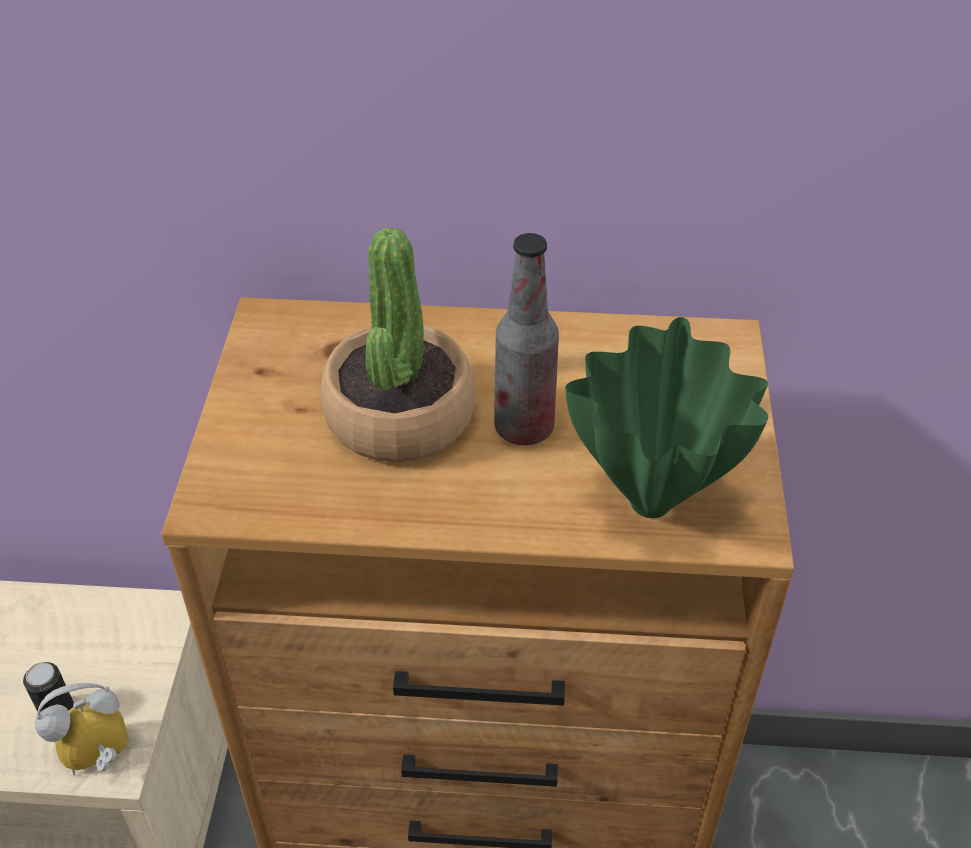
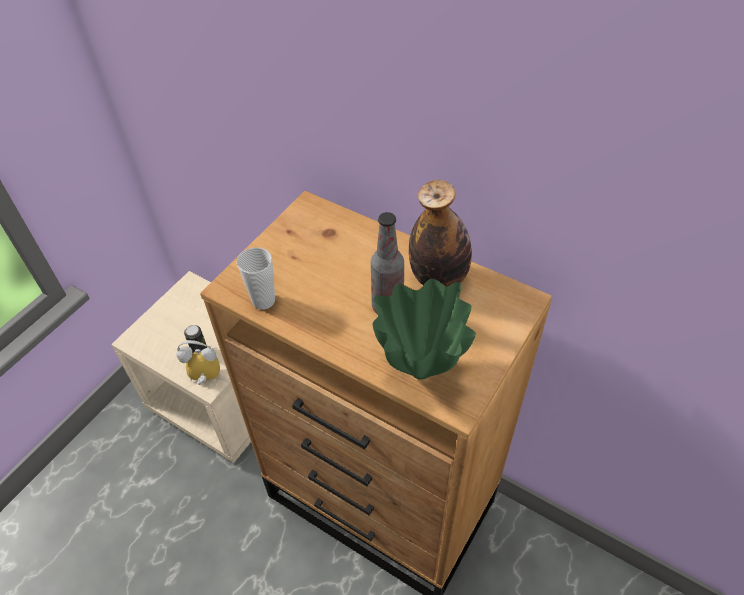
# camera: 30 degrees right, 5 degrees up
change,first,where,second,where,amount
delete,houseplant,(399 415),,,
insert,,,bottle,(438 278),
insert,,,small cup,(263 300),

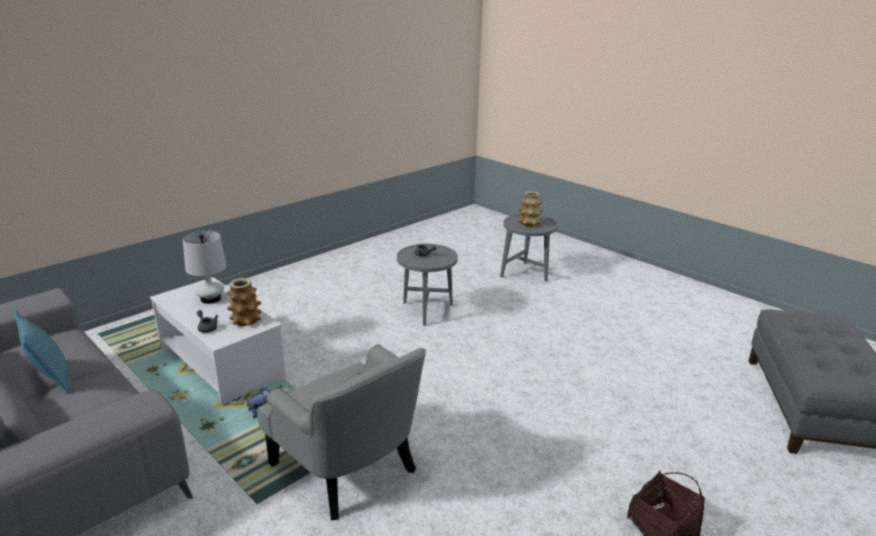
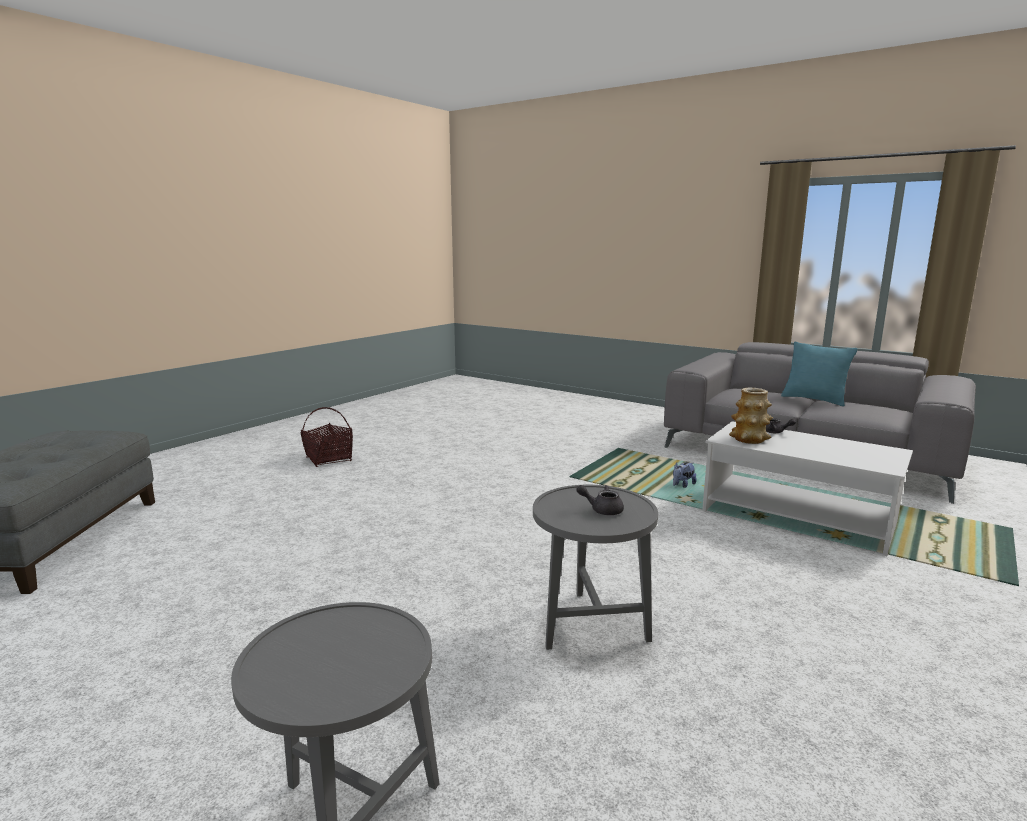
# camera: 170 degrees right, 10 degrees down
change,first,where,second,where,amount
delete,flower vase,(529 224),,,
delete,white table lamp,(210 299),,,
delete,greyish lounge chair,(347 467),,,

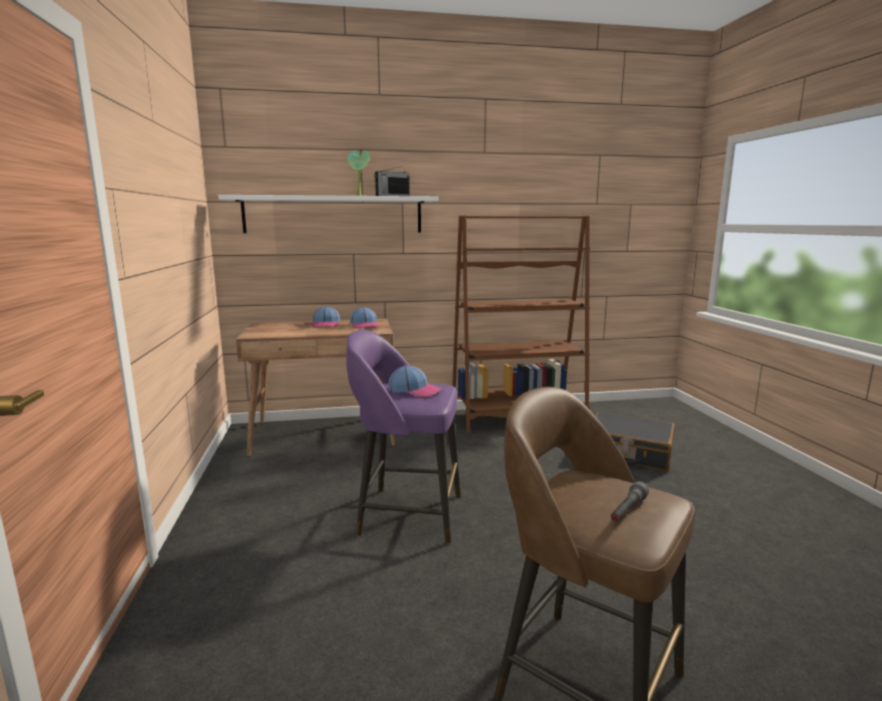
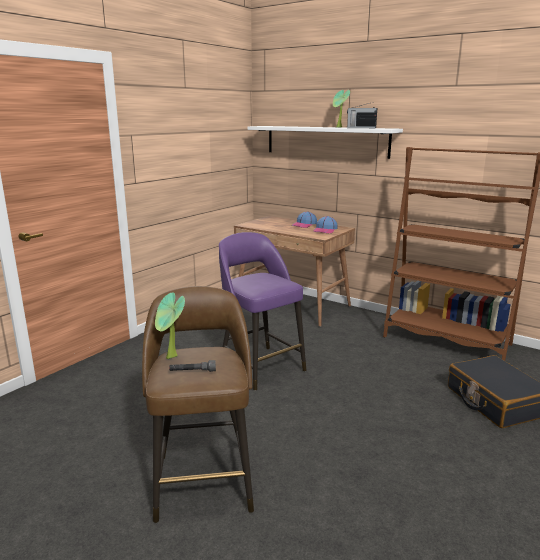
# camera: 45 degrees right, 5 degrees up
change,first,where,second,where,amount
delete,peaked cap,(415 390),,,
insert,,,houseplant,(171 358),

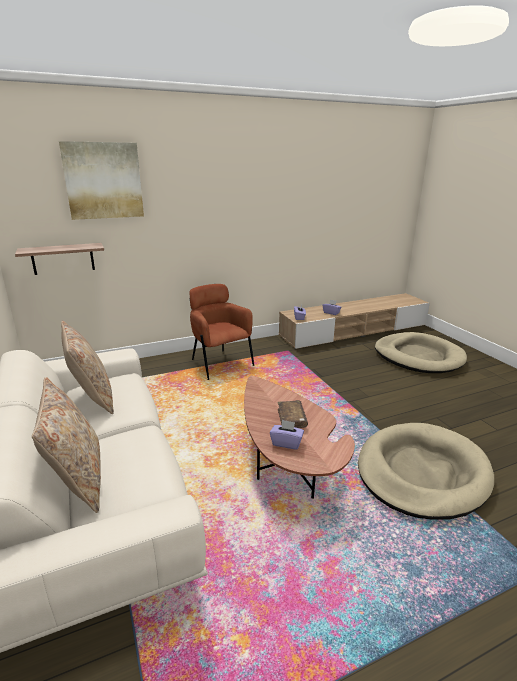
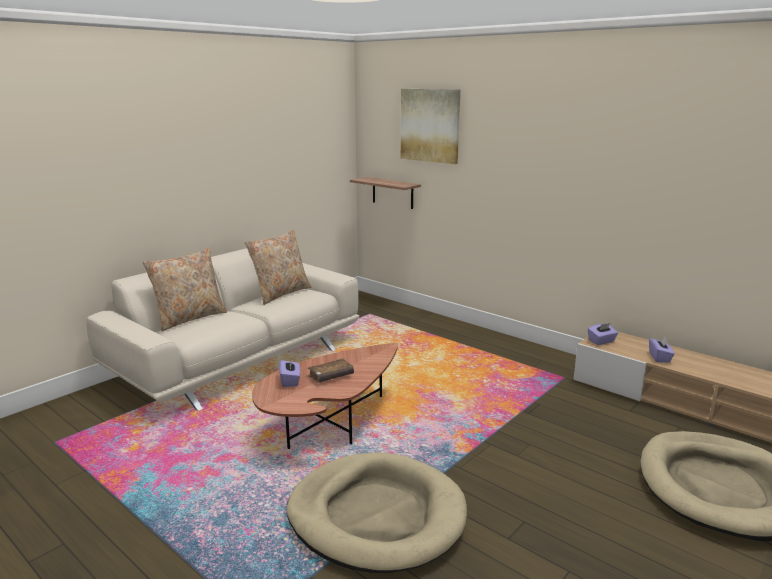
# camera: 65 degrees right, 5 degrees down
change,first,where,second,where,amount
delete,brownish lounge chair,(219 363),,,

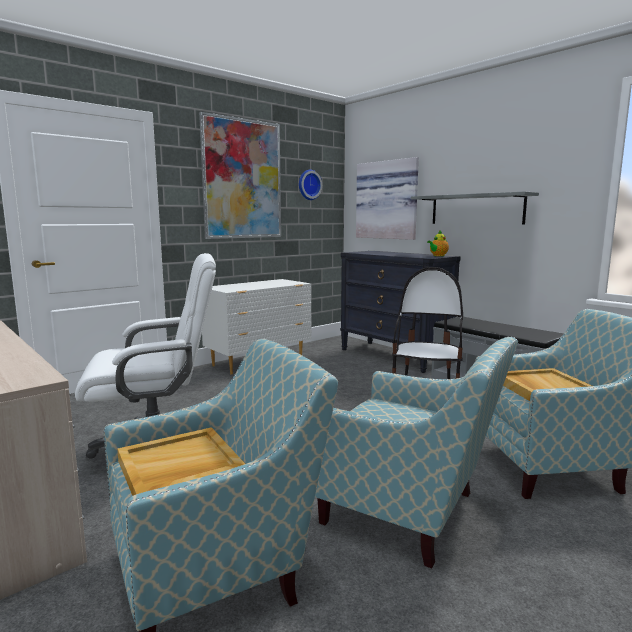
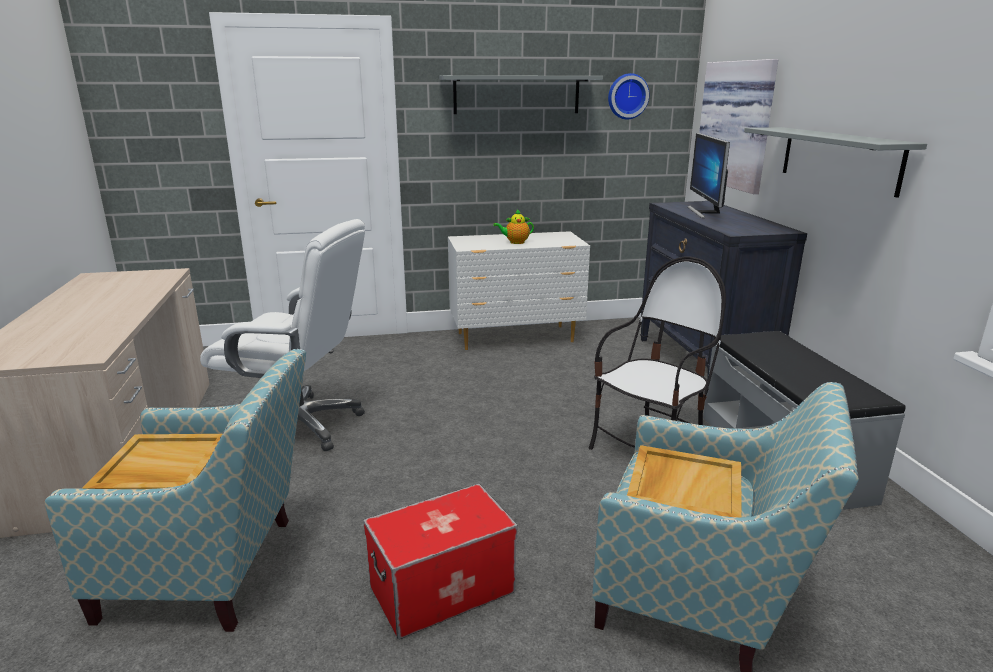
# camera: 30 degrees right, 10 degrees up
change,first,where,second,where,amount
replace,wall art,(242 179),greyish shelf,(516 94),
move,teapot,(437 256),,(515 242),
replace,lounge chair,(413 513),storage bin,(442 590),
insert,,,monitor,(705 212),

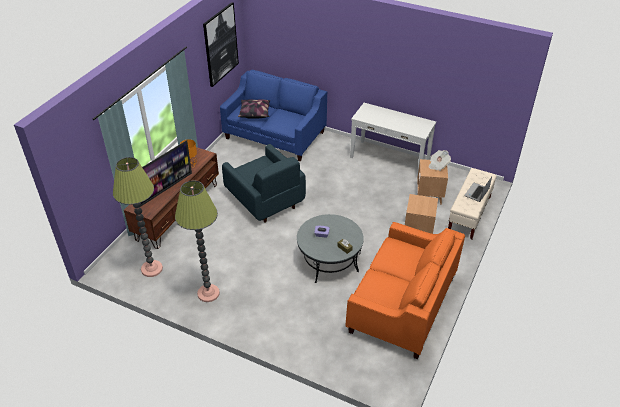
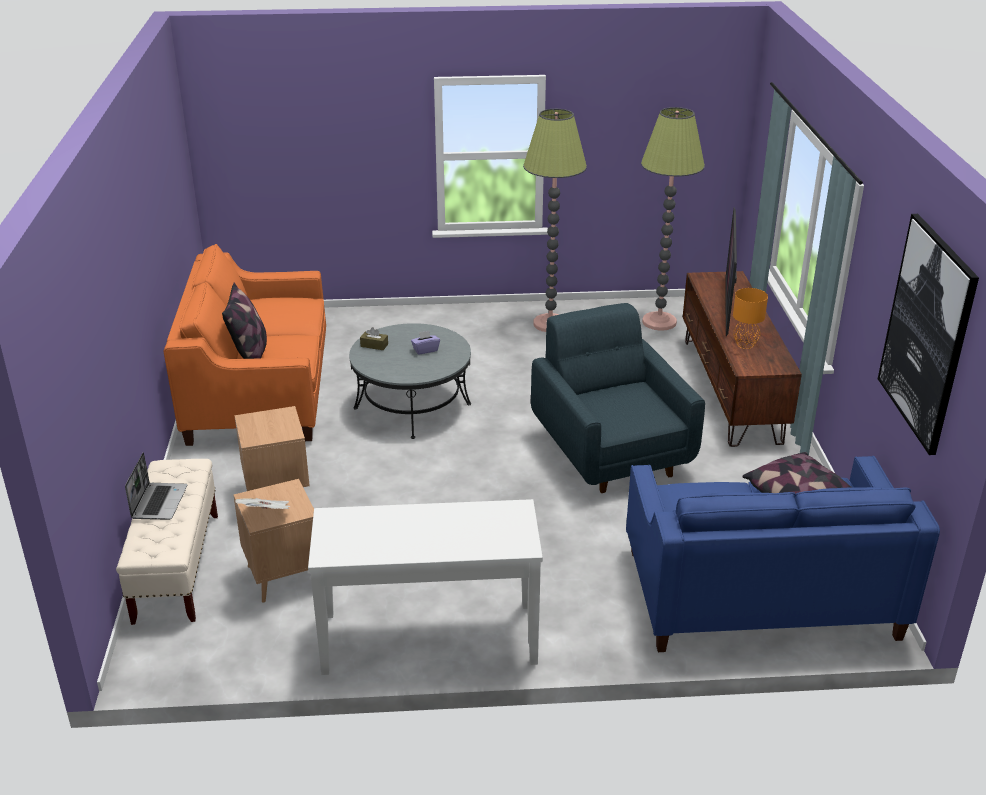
# camera: 150 degrees right, 10 degrees down
change,first,where,second,where,amount
rotate,blue-coloured lounge chair,(265 201),,(610 452),45 degrees clockwise
insert,,,pillow,(250 354),

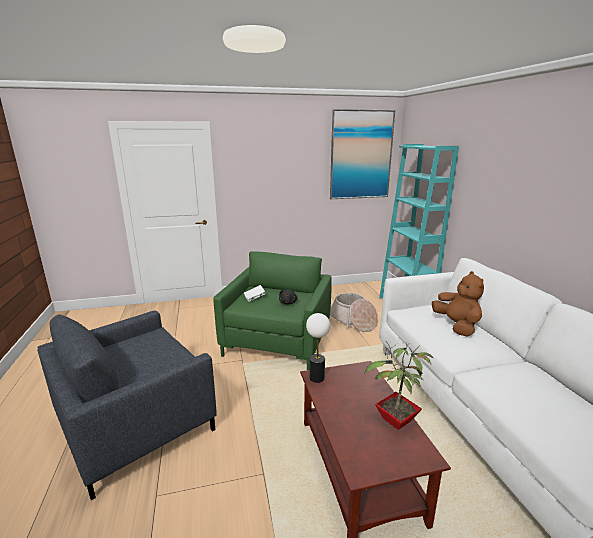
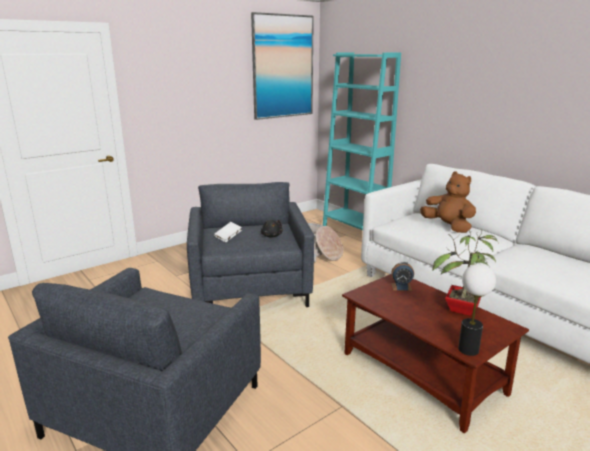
# camera: 25 degrees left, 0 degrees up
change,first,where,second,where,amount
recolor,green lounge chair,(278 341),greyish lounge chair,(250 288),
move,table lamp,(316 378),,(468 350),
insert,,,alarm clock,(401 287),

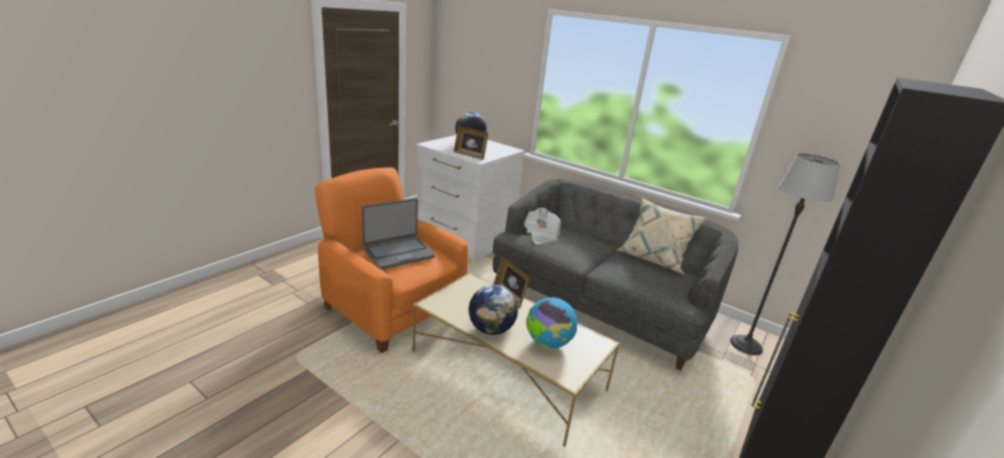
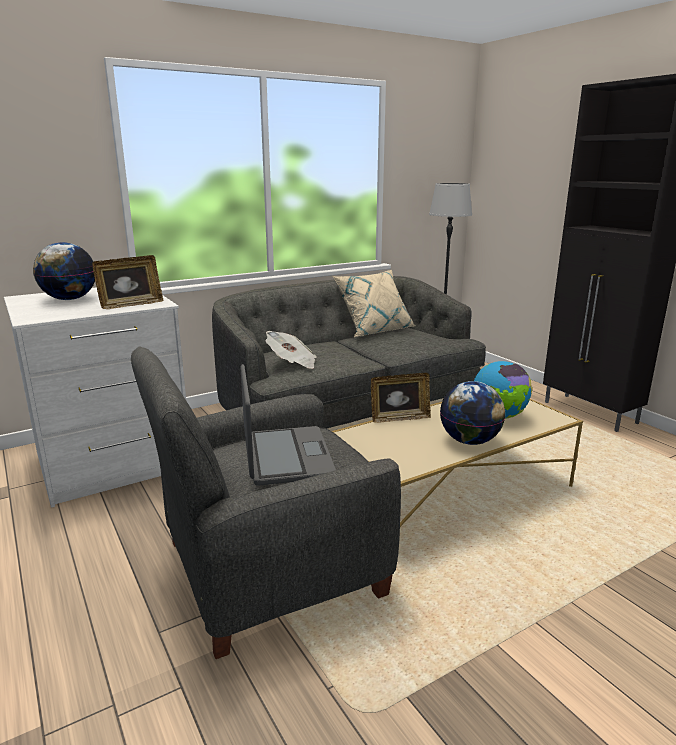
# camera: 65 degrees left, 5 degrees down
change,first,where,second,where,amount
recolor,orangey lounge chair,(392 308),greyish lounge chair,(270 568),

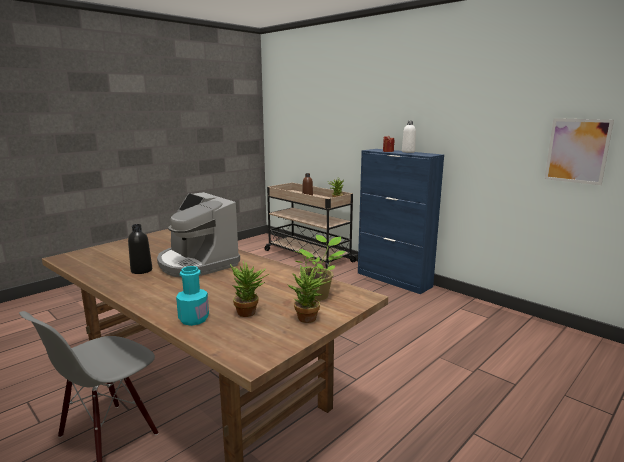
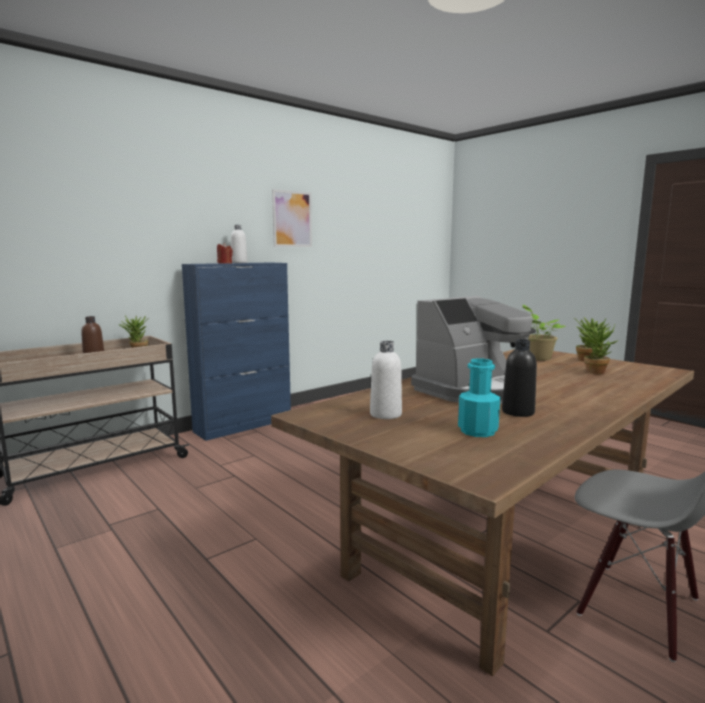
# camera: 85 degrees left, 5 degrees down
change,first,where,second,where,amount
move,wall art,(577 151),,(292 219),
move,turquoise bottle,(194 319),,(477 431),
insert,,,white bottle,(385 414),

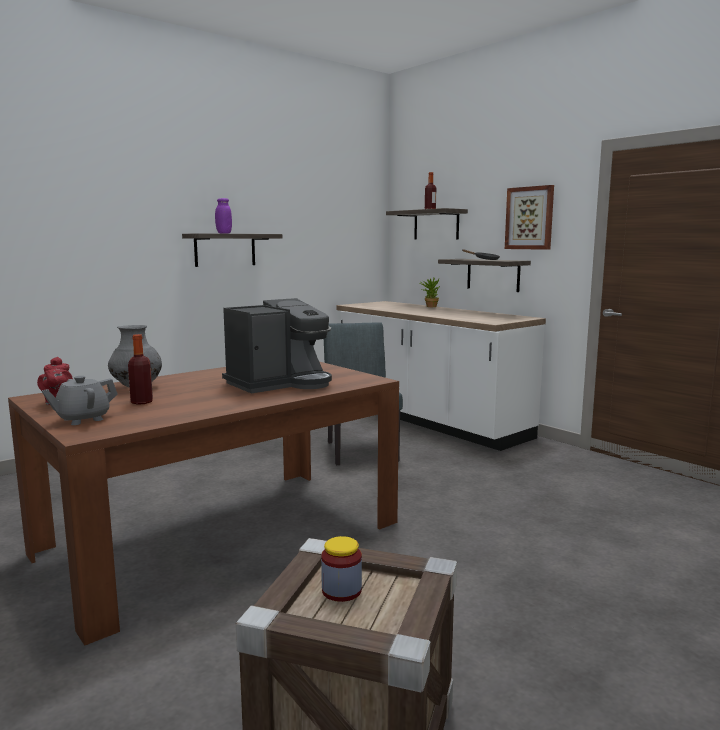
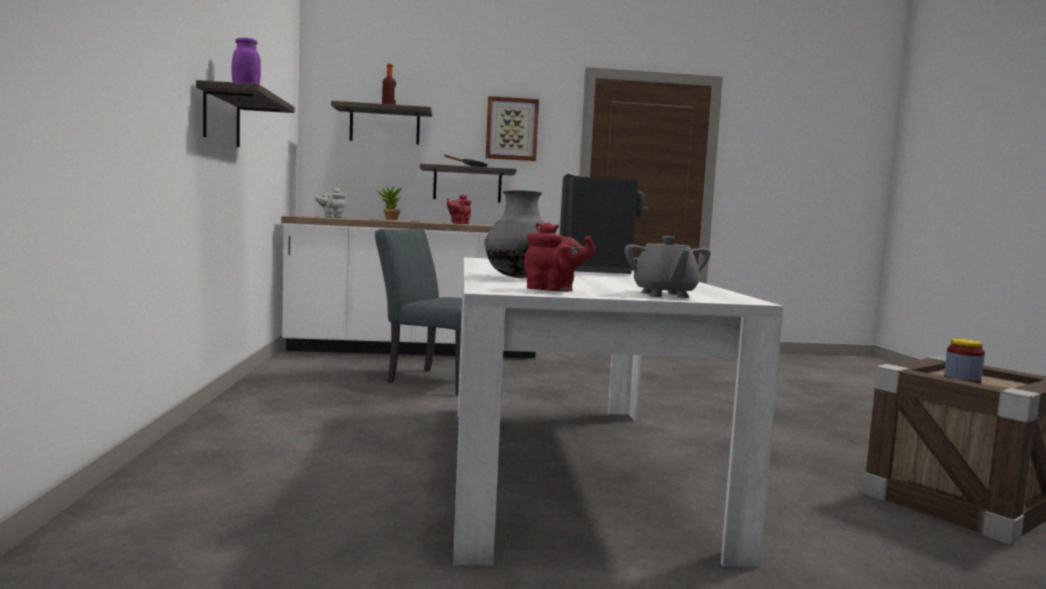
# camera: 55 degrees left, 5 degrees down
change,first,where,second,where,amount
delete,bottle,(142 402),,,
recolor,brownish dining table,(221 537),white dining table,(568 467),
insert,,,greyish teapot,(331 217),
insert,,,red teapot,(458 223),

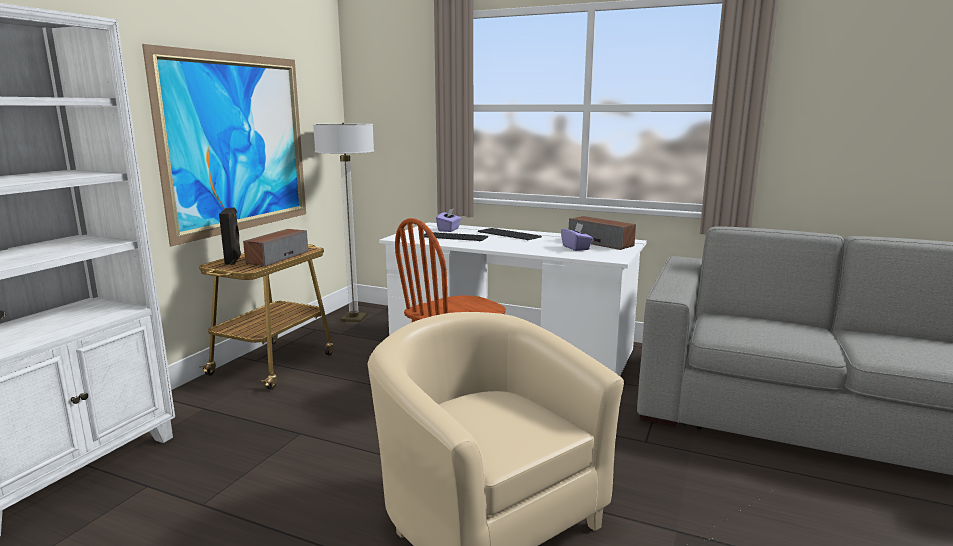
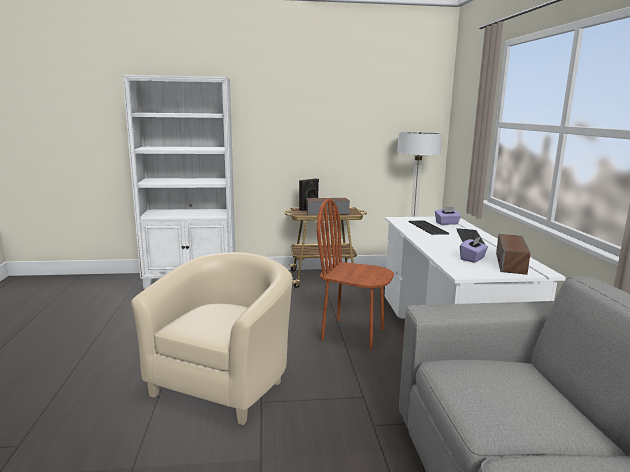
# camera: 60 degrees right, 0 degrees up
change,first,where,second,where,amount
delete,wall art,(237 143),,,

